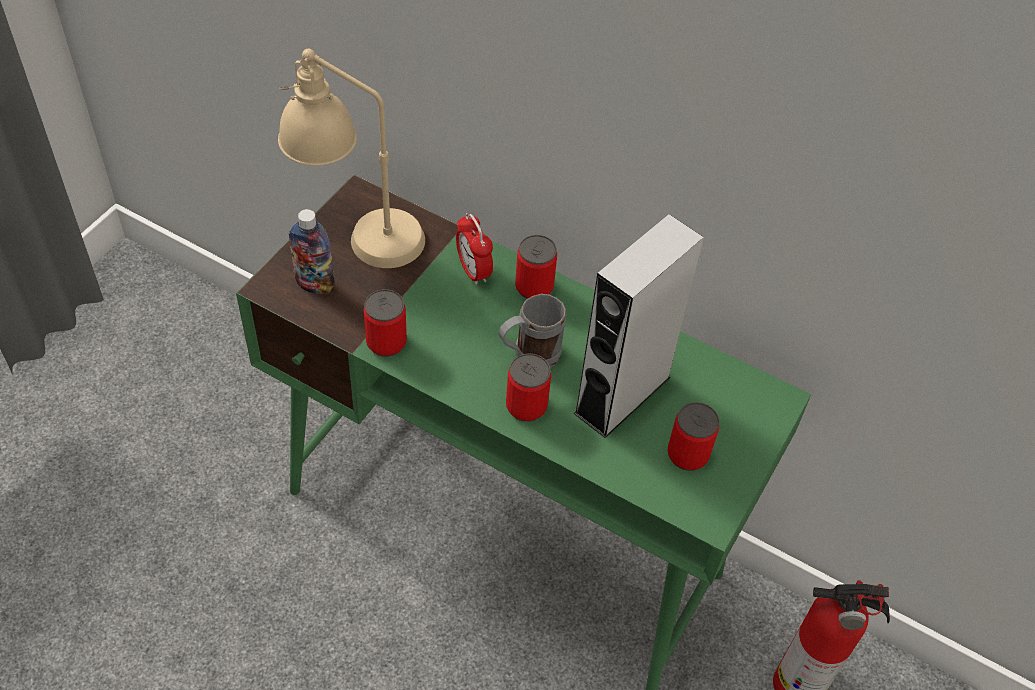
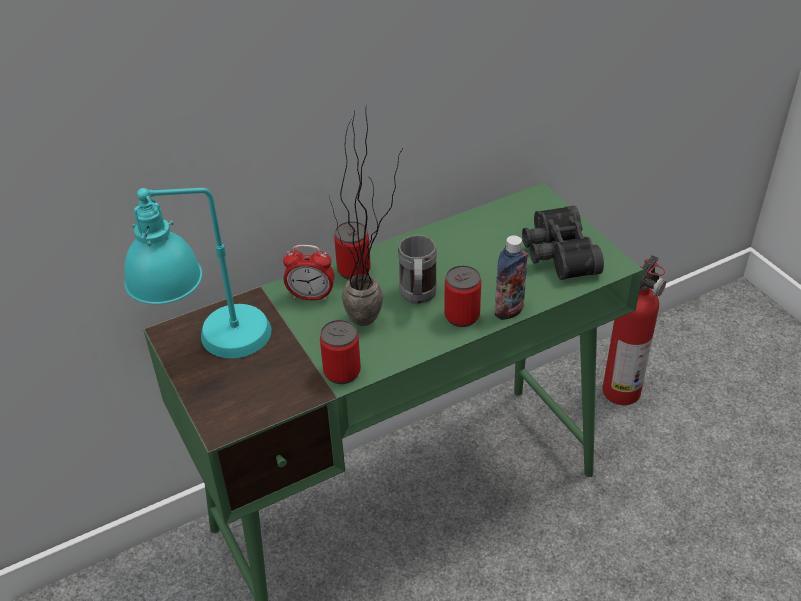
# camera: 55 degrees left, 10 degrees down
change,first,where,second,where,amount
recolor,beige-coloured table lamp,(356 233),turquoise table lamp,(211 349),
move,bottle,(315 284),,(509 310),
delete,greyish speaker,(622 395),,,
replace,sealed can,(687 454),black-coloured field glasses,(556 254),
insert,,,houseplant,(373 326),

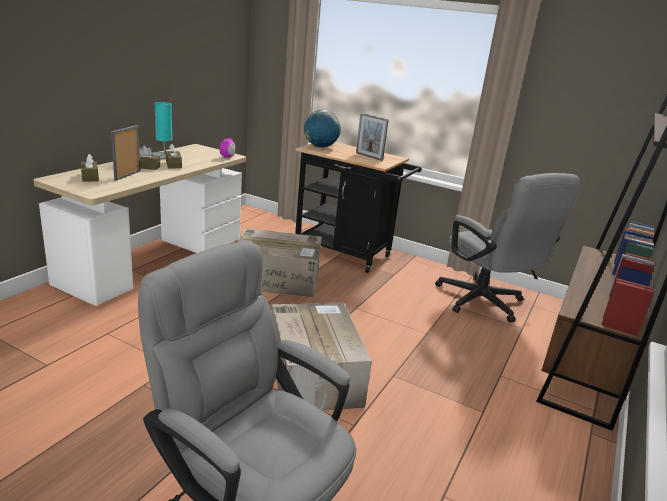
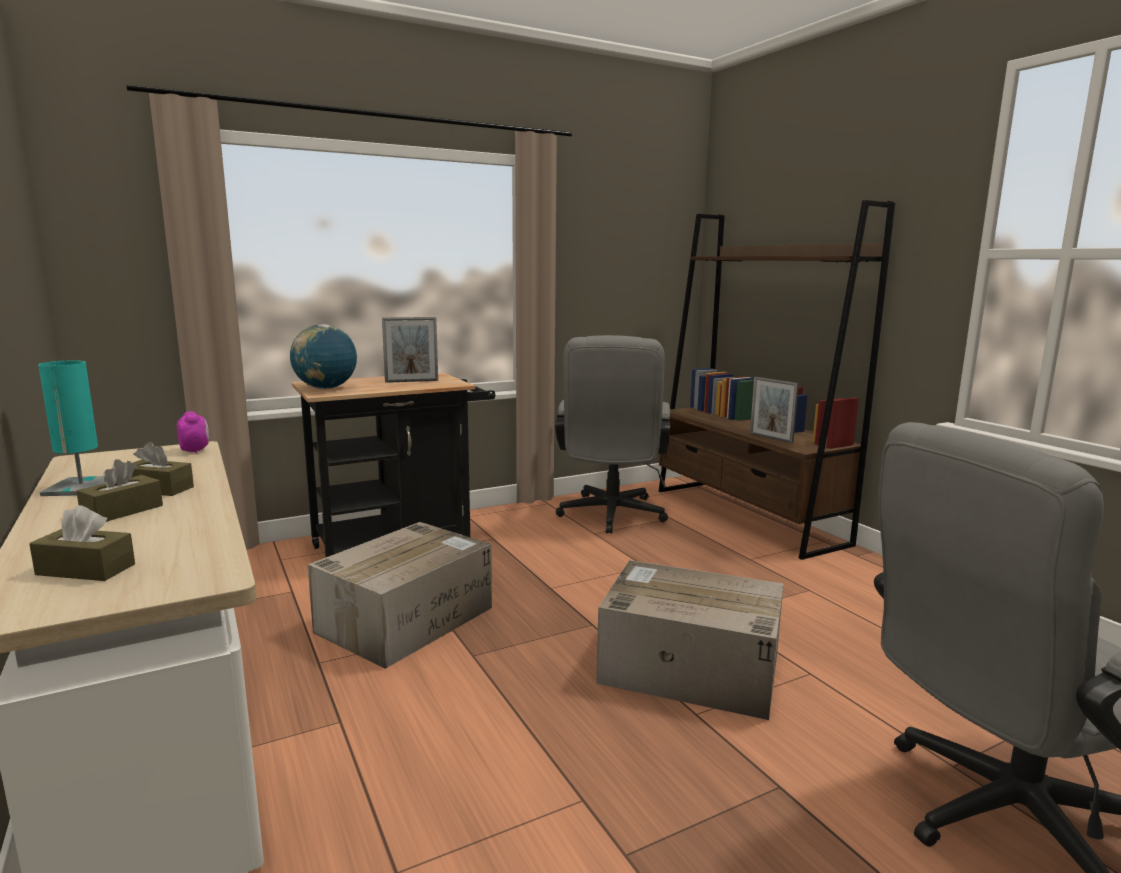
# camera: 55 degrees left, 10 degrees down
change,first,where,second,where,amount
move,standing frame,(127 175),,(771 438),
rotate,greyish desk chair,(485 304),,(610 517),90 degrees clockwise

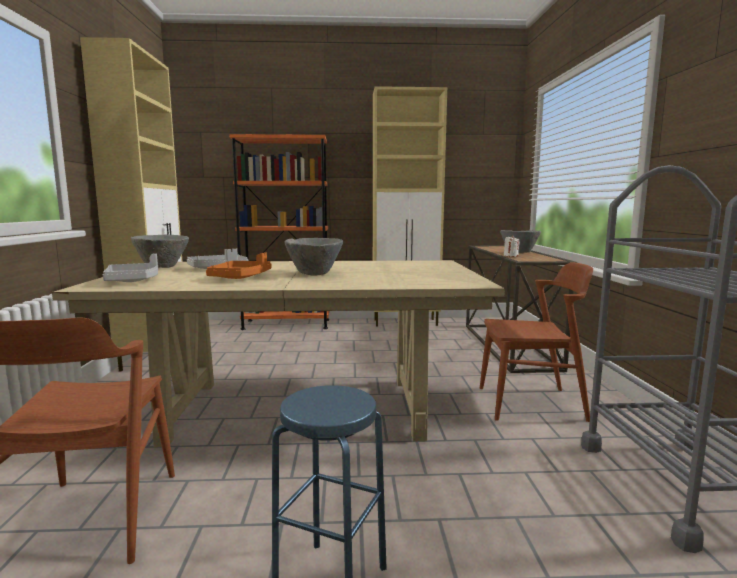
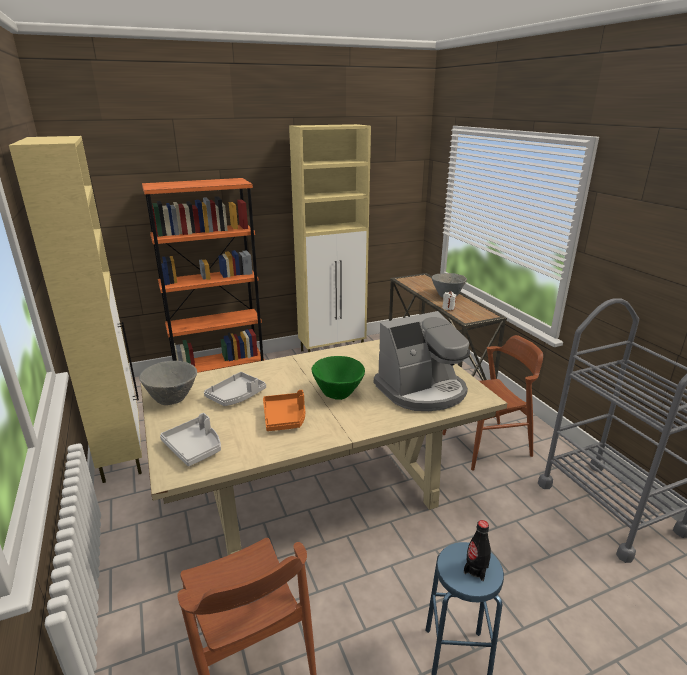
# camera: 20 degrees left, 15 degrees up
change,first,where,second,where,amount
recolor,greyish bowl,(314 274),green bowl,(338 394),
insert,,,coffee maker,(422 390),
insert,,,black-coloured bottle,(476 569),

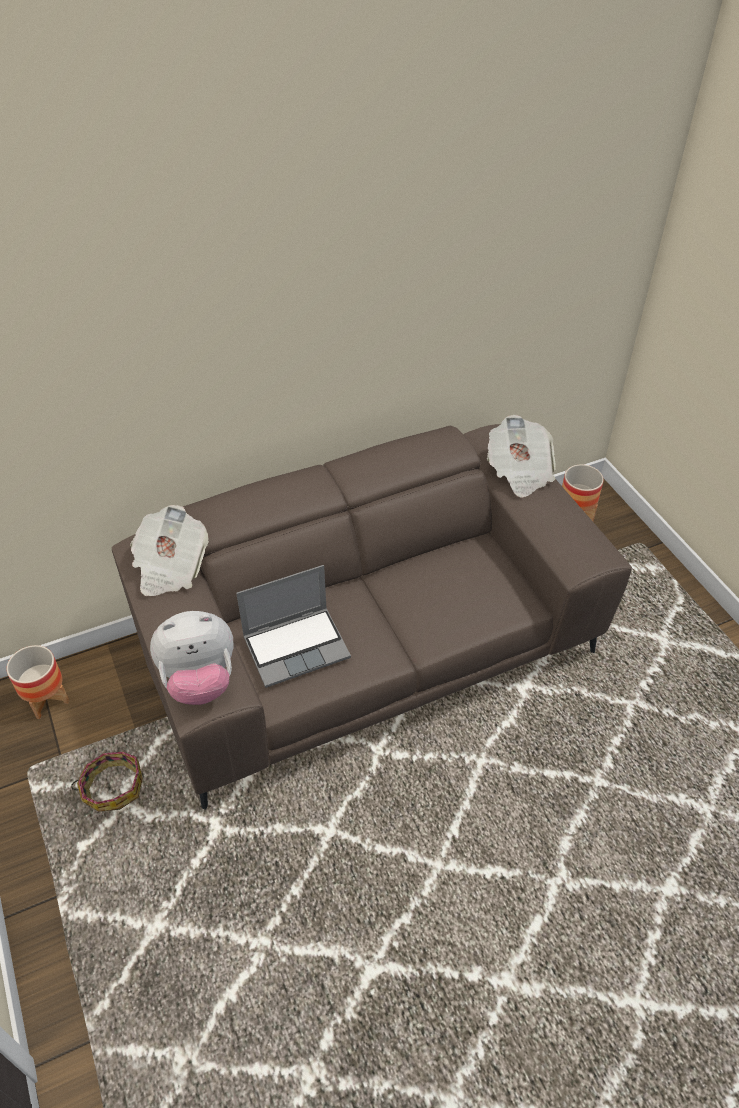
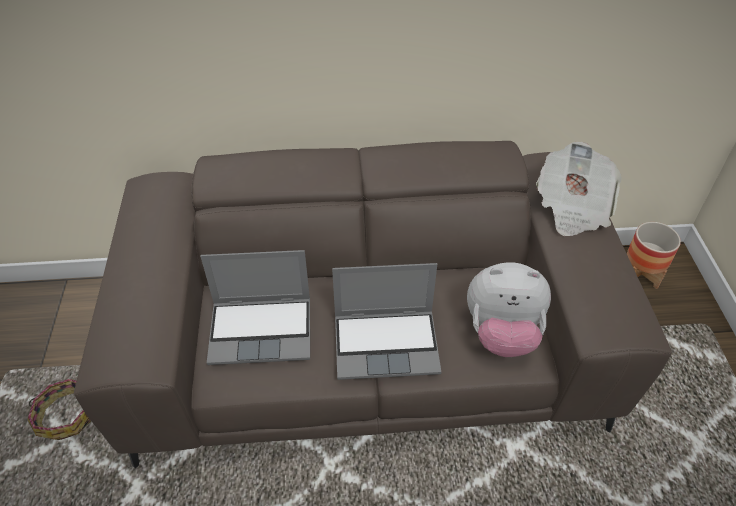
# camera: 20 degrees right, 0 degrees up
change,first,where,second,where,amount
delete,daily paper,(170 567),,,
move,soft toy,(200 681),,(502 333),
delete,planter,(47 699),,,
insert,,,notebook computer,(387 344),

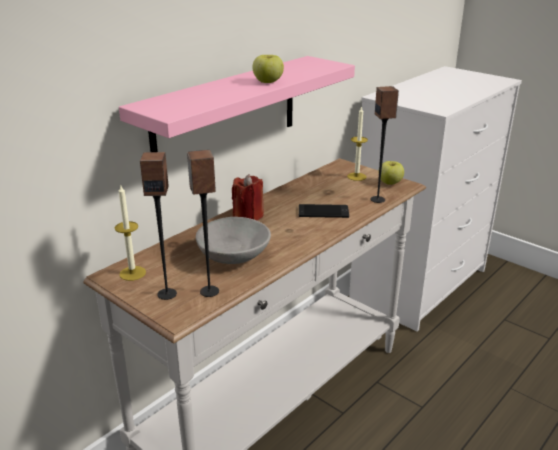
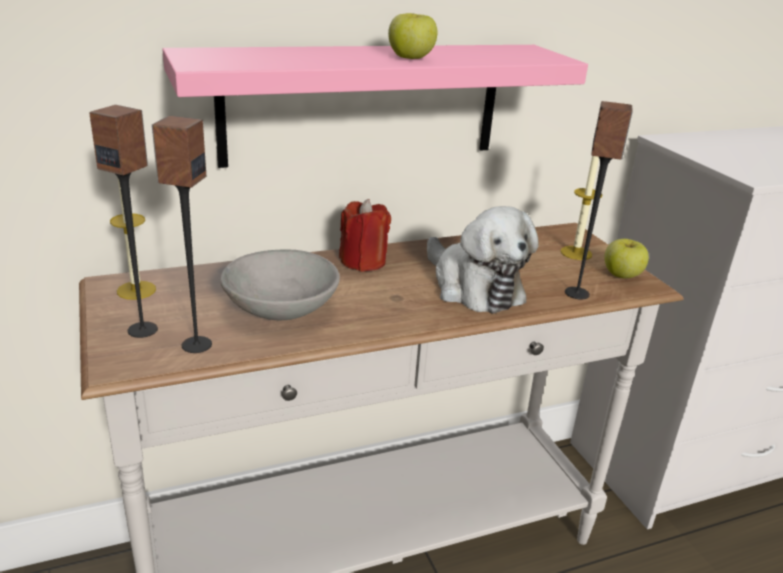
# camera: 25 degrees right, 0 degrees up
change,first,where,second,where,amount
replace,handset,(323 212),soft toy,(473 287),

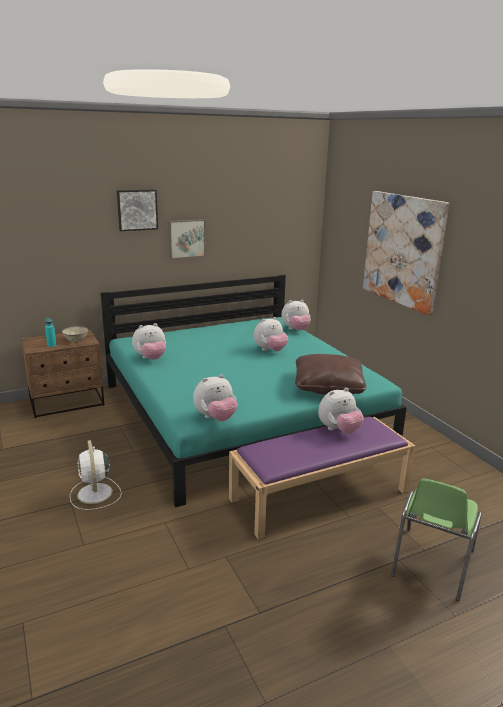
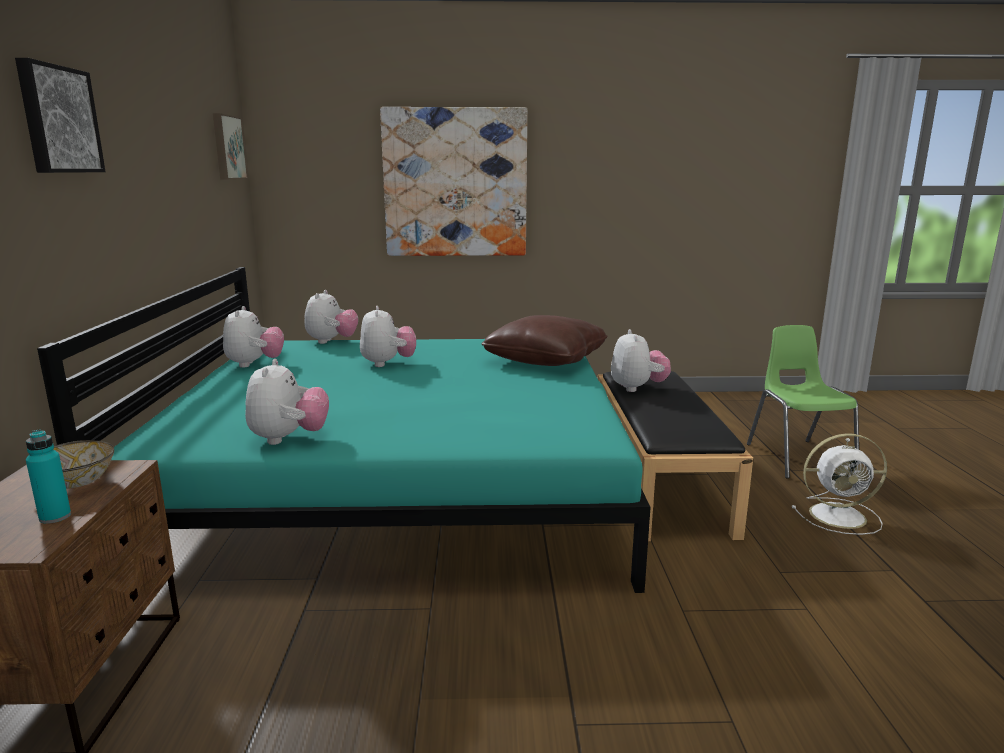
# camera: 65 degrees left, 5 degrees down
change,first,where,second,where,amount
move,wall art,(186 238),,(227 147),
move,soft toy,(215 418),,(254 364),
recolor,purple-coloured indoor bench,(320 494),black-coloured indoor bench,(656 478),
move,white cooling fan,(95 494),,(840 516),
rotate,green chair,(431 563),,(798 458),150 degrees counterclockwise

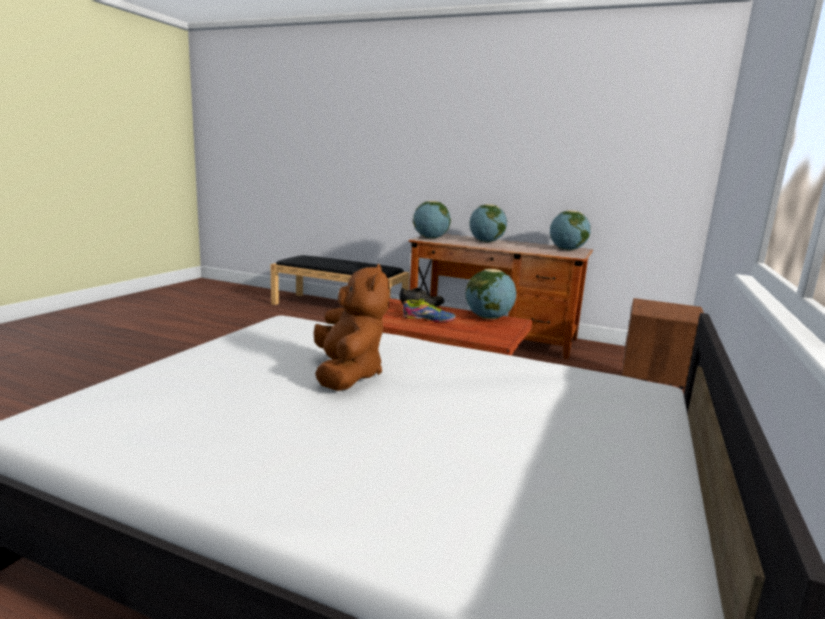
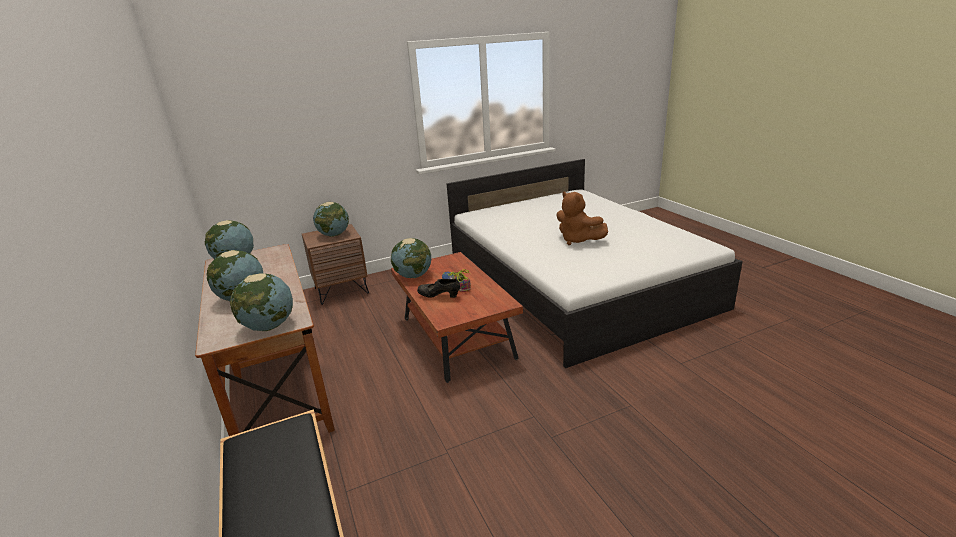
# camera: 135 degrees left, 10 degrees up
change,first,where,second,where,amount
rotate,brownish soft toy,(347 375),,(577 240),75 degrees counterclockwise
insert,,,world globe,(334 235),

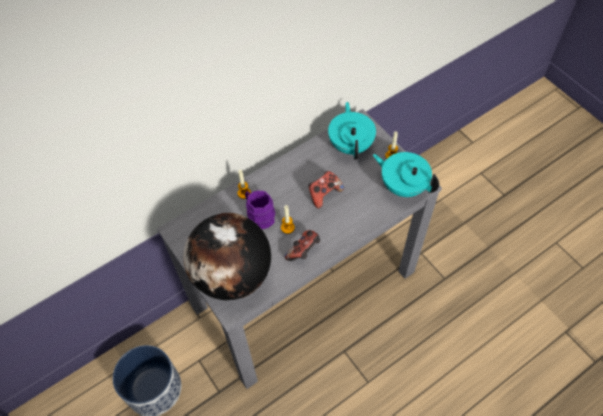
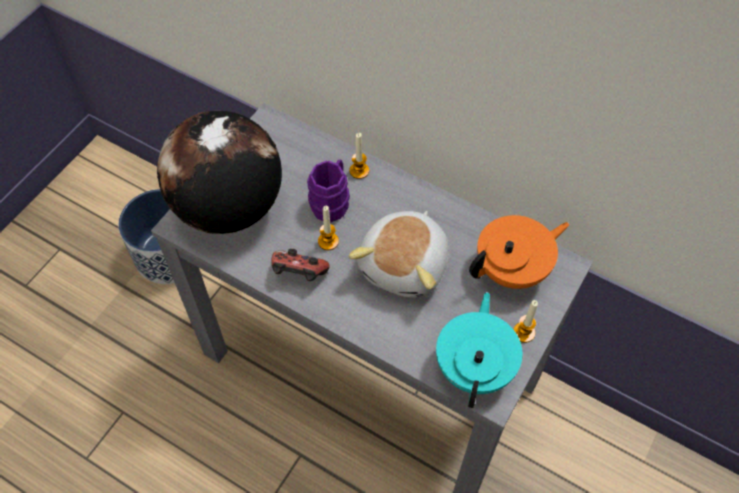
# camera: 65 degrees right, 0 degrees up
change,first,where,second,where,amount
recolor,turquoise teapot,(351 145),orangey teapot,(513 269),
replace,gamepad,(324 194),soft toy,(406 265),

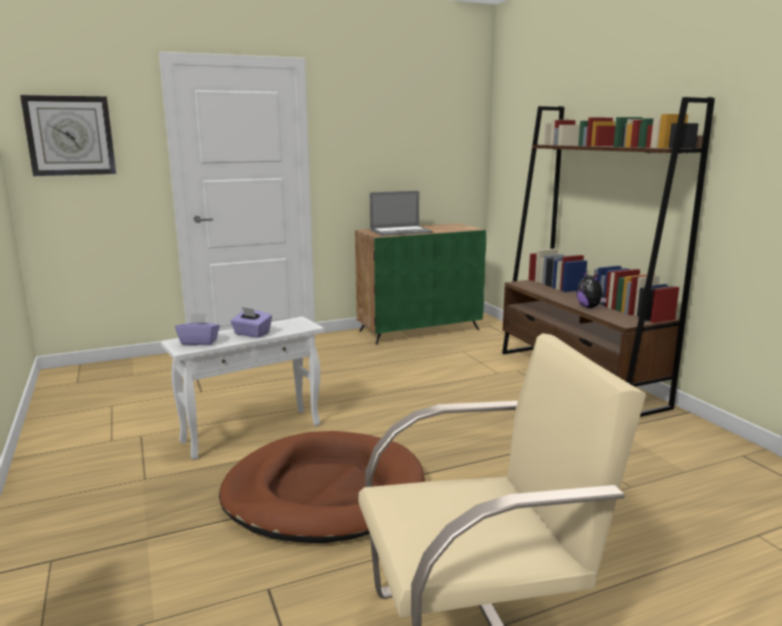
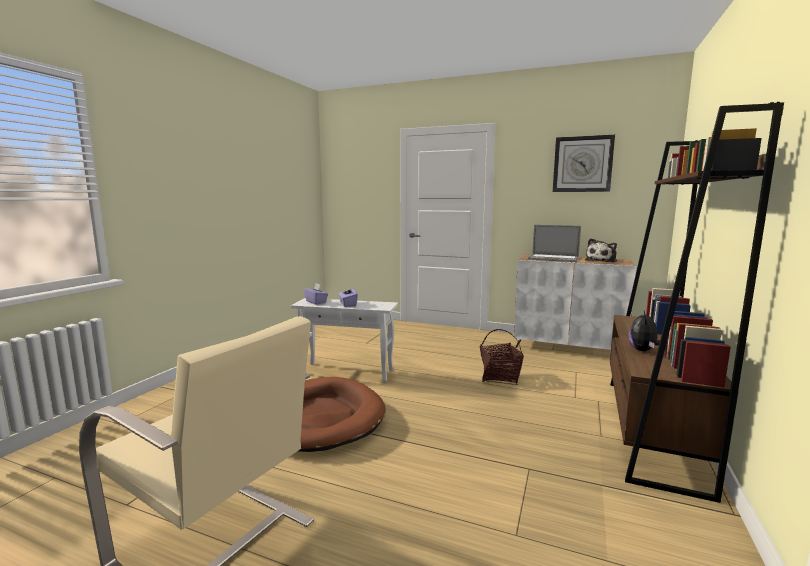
# camera: 45 degrees right, 5 degrees down
change,first,where,second,where,amount
move,wall clock,(70 136),,(582 164),
recolor,green cupboard,(419 330),white cupboard,(568 347),
insert,,,soft toy,(602 261),
insert,,,storage basket,(499 377),

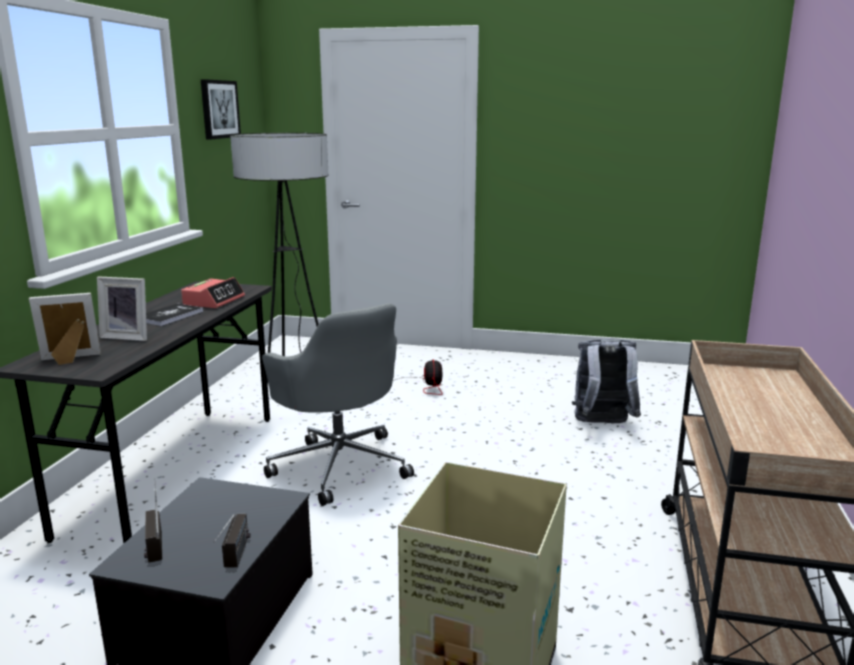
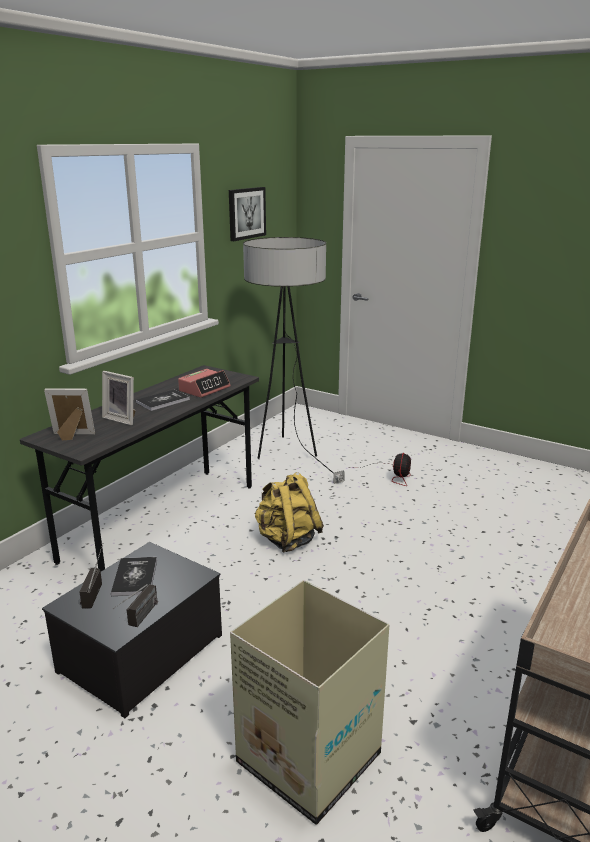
# camera: 20 degrees right, 5 degrees up
change,first,where,second,where,amount
replace,greyish desk chair,(340 465),yellowish knapsack,(287 540),
delete,greyish knapsack,(602 424),,,
insert,,,bound book,(135 577),

